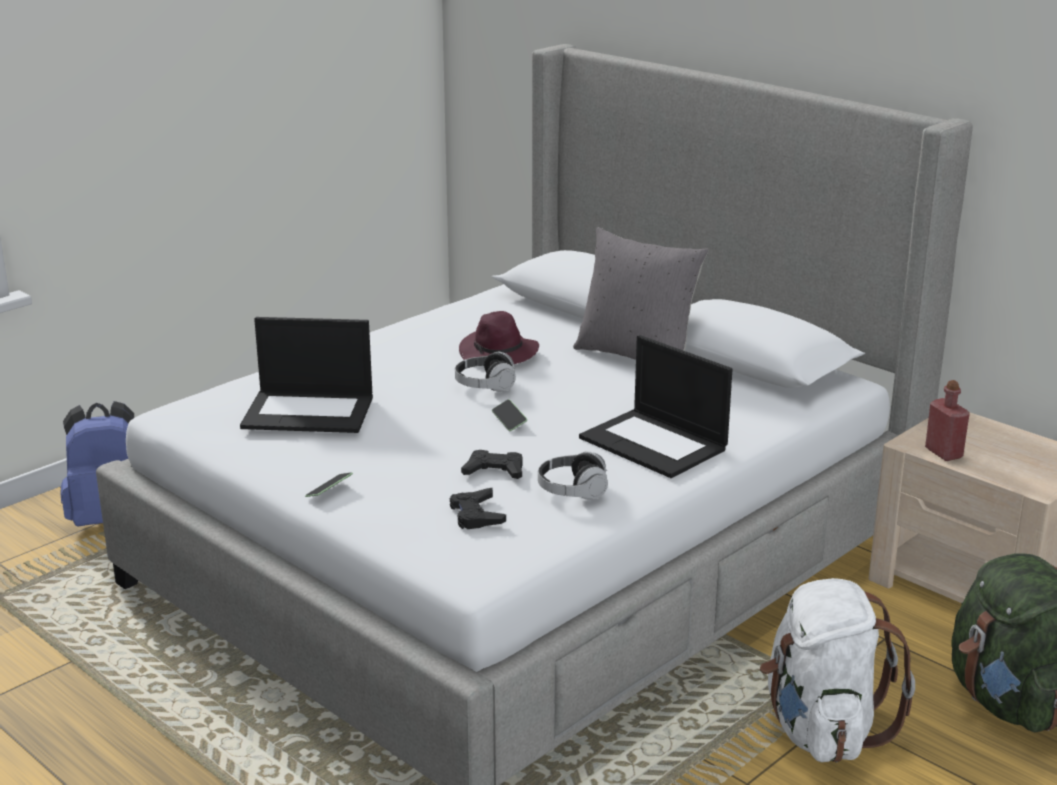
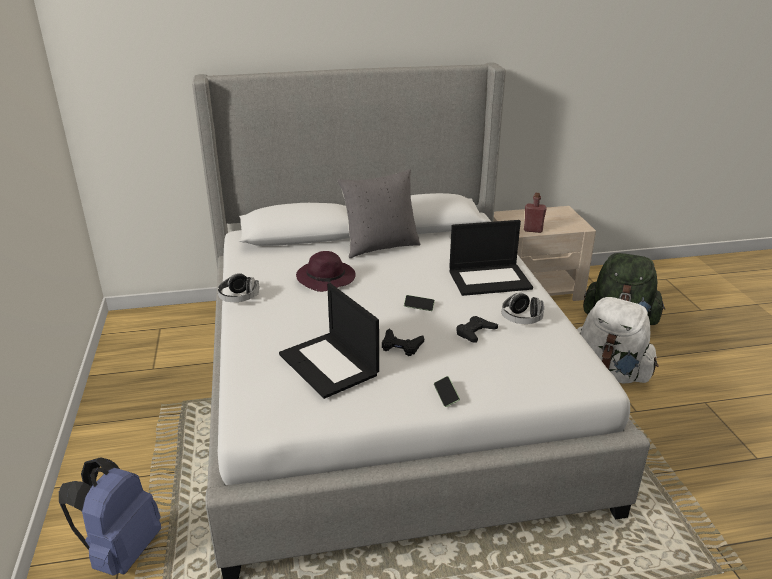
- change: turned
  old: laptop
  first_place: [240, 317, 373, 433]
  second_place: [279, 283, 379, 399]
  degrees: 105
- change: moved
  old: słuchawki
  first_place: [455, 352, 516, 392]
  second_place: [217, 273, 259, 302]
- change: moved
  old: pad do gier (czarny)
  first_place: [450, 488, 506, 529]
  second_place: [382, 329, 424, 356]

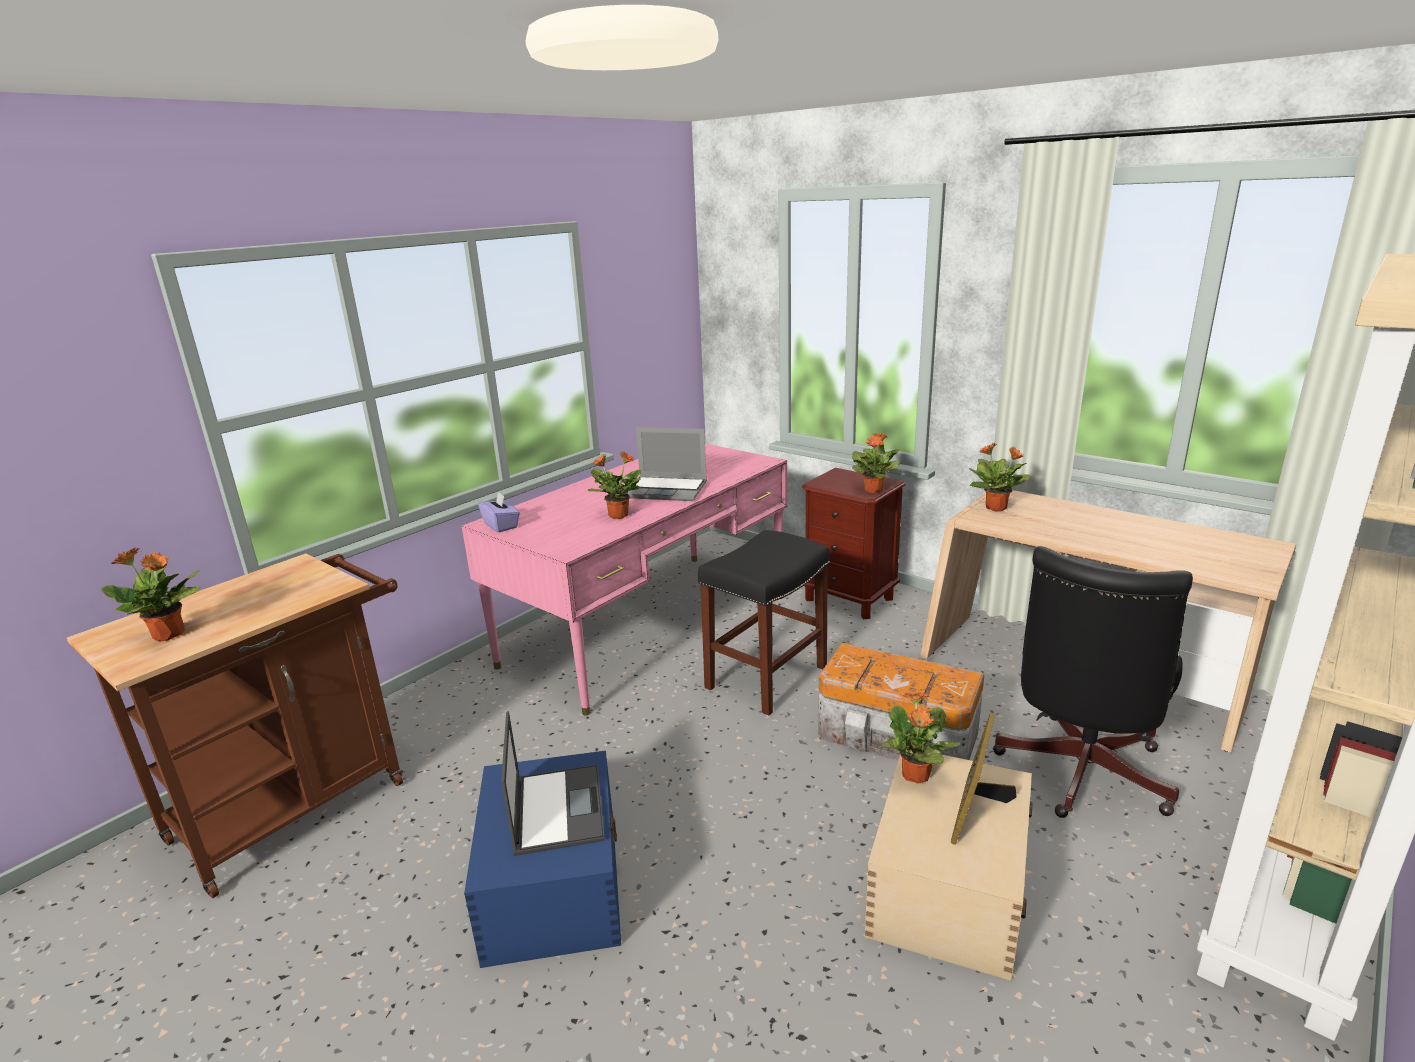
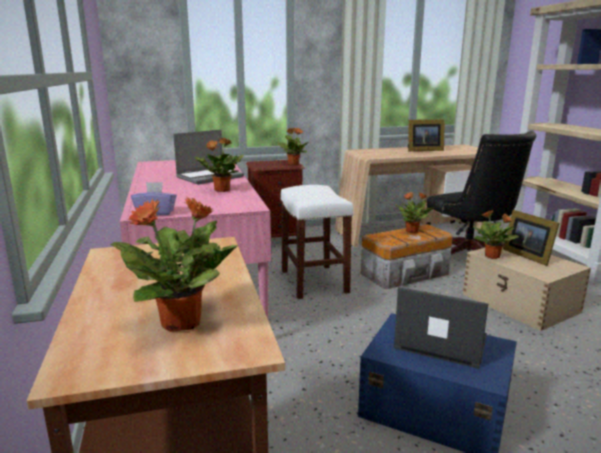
- change: moved
  old: roślina doniczkowa
  first_place: [969, 443, 1032, 512]
  second_place: [395, 192, 435, 233]
- change: recoloured
  old: stołek (czarny)
  new: stołek (biały)
  first_place: [698, 530, 830, 716]
  second_place: [280, 185, 353, 299]
- change: added
  new: ramka na zdjęcie
  second_place: [408, 119, 445, 151]

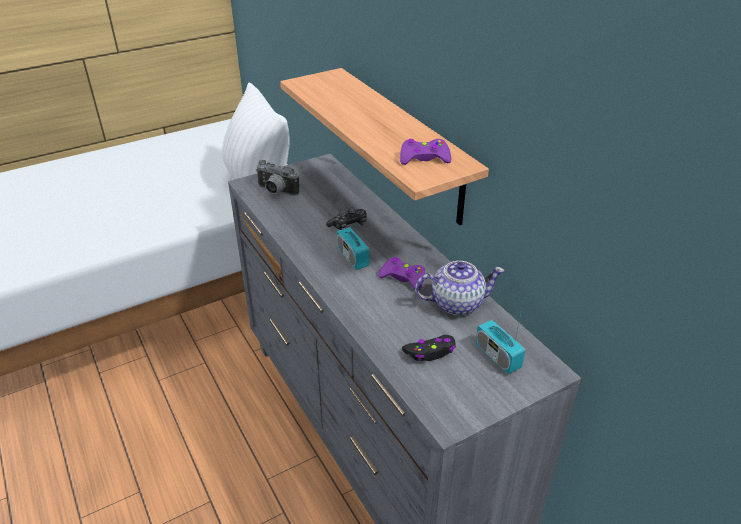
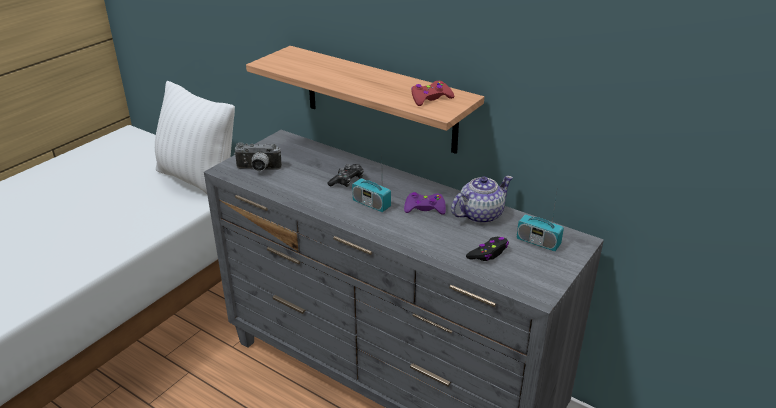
- change: recoloured
  old: pad do gier (fioletowy)
  new: pad do gier (czerwony)
  first_place: [400, 139, 451, 165]
  second_place: [411, 81, 454, 106]

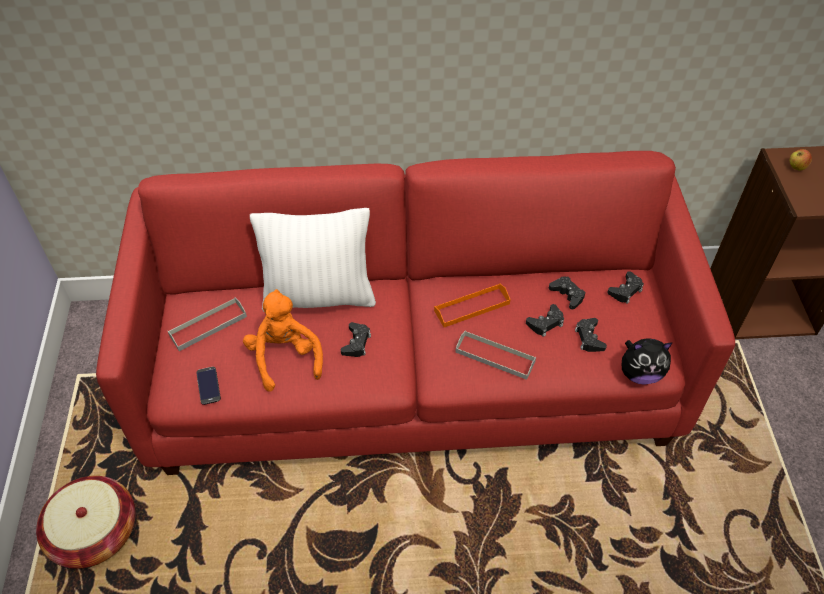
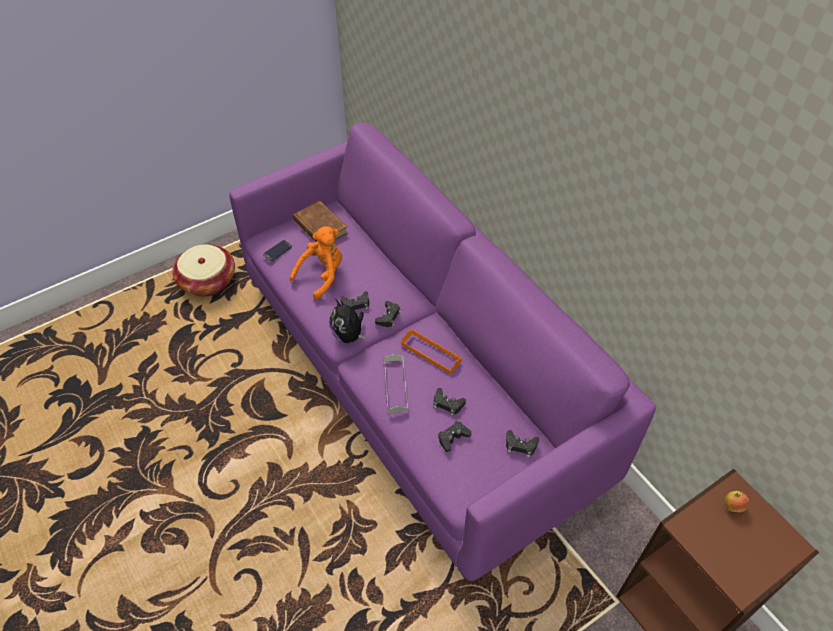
- change: recoloured
  old: kanapa (czerwony)
  new: kanapa (fioletowy)
  first_place: [96, 151, 735, 475]
  second_place: [229, 123, 656, 581]
- change: removed
  old: poduszka (biały)
  first_place: [250, 208, 376, 312]
- change: moved
  old: pad do gier (czarny)
  first_place: [549, 276, 585, 310]
  second_place: [375, 301, 401, 327]
- change: replaced
  old: taca (szary)
  new: książka (brązowy)
  first_place: [168, 297, 247, 351]
  second_place: [293, 200, 348, 242]
- change: moved
  old: pluszak
  first_place: [622, 338, 673, 385]
  second_place: [329, 299, 366, 343]

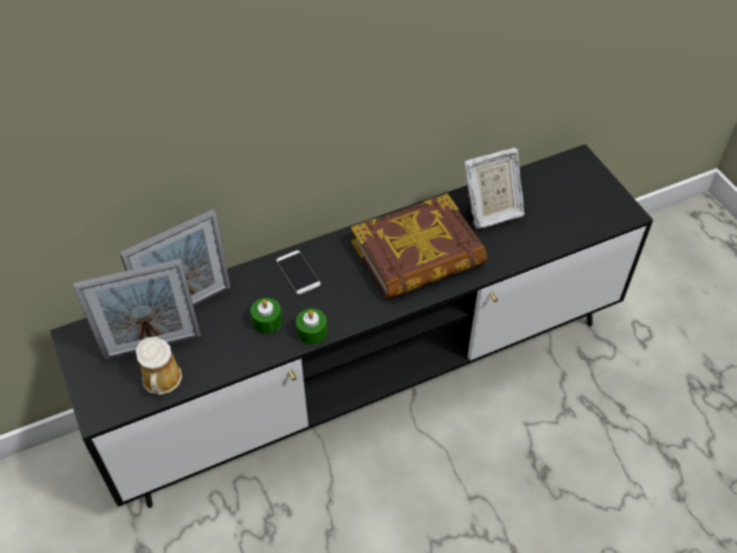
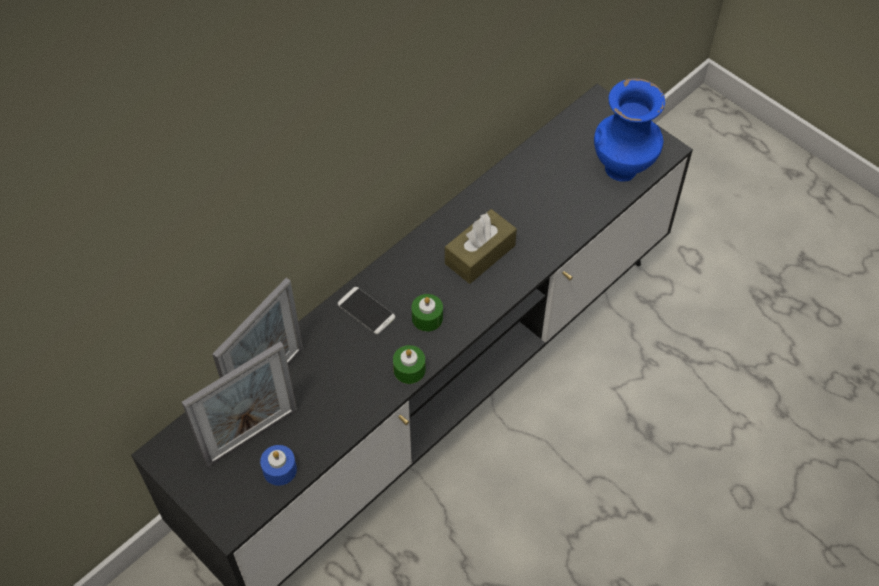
- change: removed
  old: ramka na zdjęcie
  first_place: [464, 147, 525, 229]
- change: replaced
  old: książka
  new: pudełko chusteczek (brązowy)
  first_place: [351, 194, 487, 299]
  second_place: [445, 209, 517, 284]
- change: moved
  old: świeca (zielony)
  first_place: [251, 298, 282, 334]
  second_place: [412, 294, 443, 332]
- change: replaced
  old: kubek
  new: świeca (niebieski)
  first_place: [136, 337, 182, 395]
  second_place: [260, 445, 297, 486]
- change: added
  new: wazon (niebieski)
  second_place: [594, 78, 665, 182]

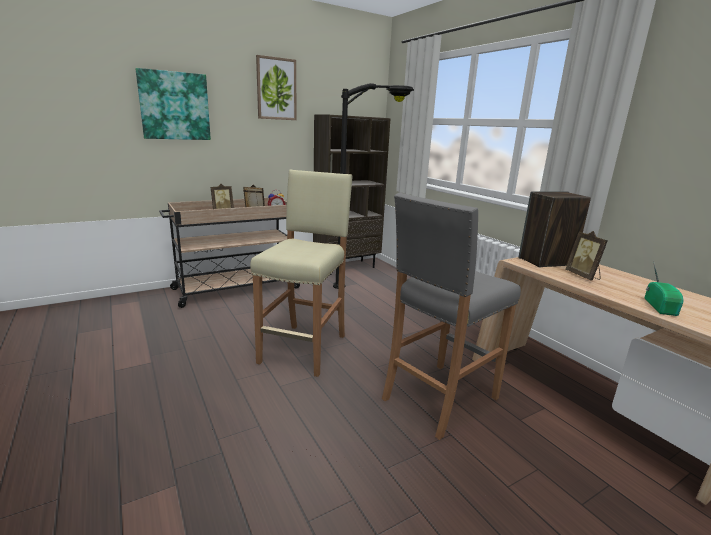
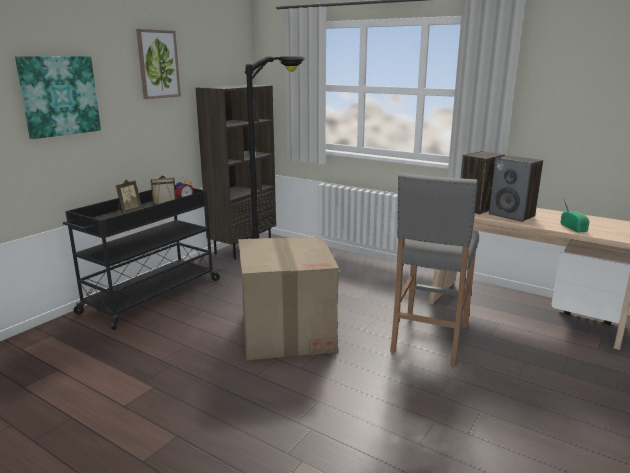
- change: replaced
  old: stołek (beżowy)
  new: karton
  first_place: [250, 170, 353, 377]
  second_place: [238, 237, 339, 360]
- change: recoloured
  old: wózek (beżowy)
  new: wózek (czarny)
  first_place: [159, 198, 300, 308]
  second_place: [63, 185, 221, 330]
- change: replaced
  old: ramka na zdjęcie
  new: głośnik
  first_place: [566, 231, 608, 281]
  second_place: [489, 155, 543, 222]

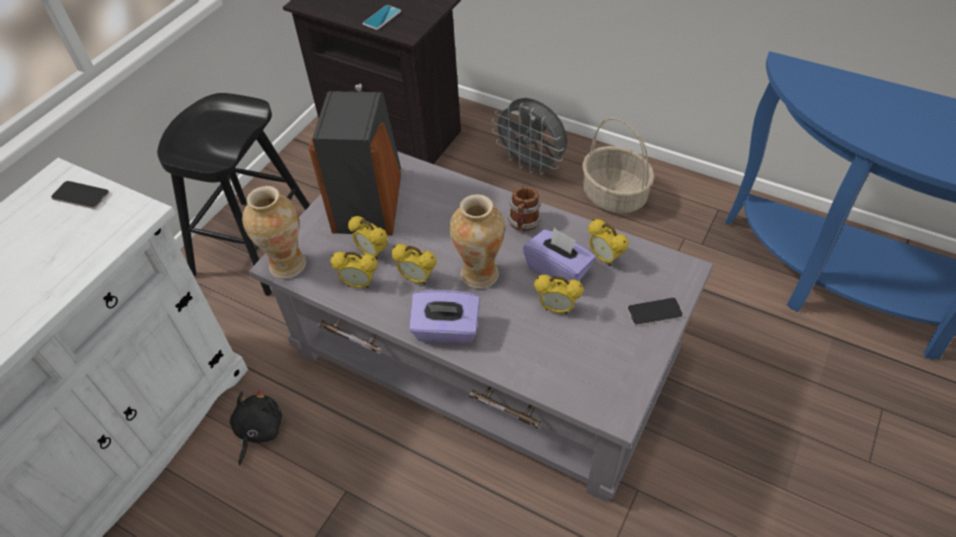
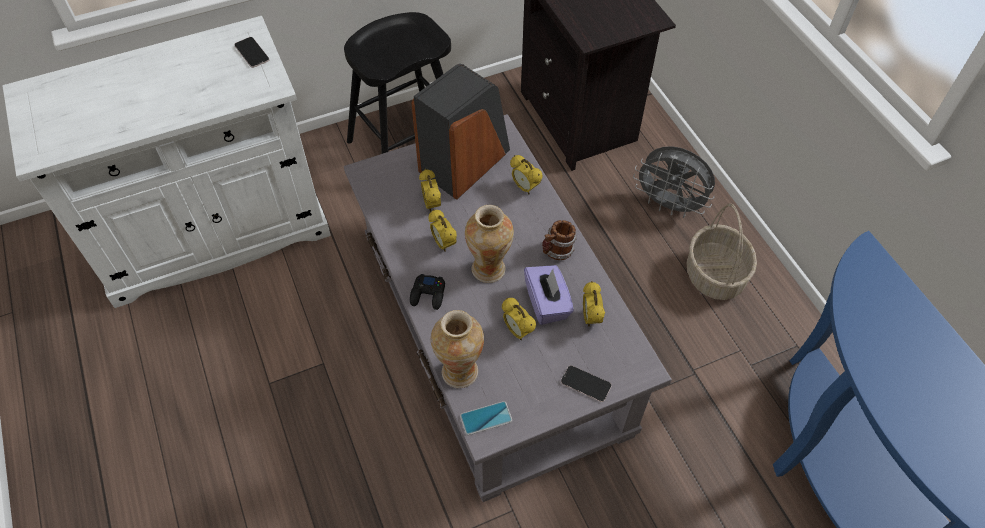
- change: moved
  old: telefon
  first_place: [363, 5, 401, 30]
  second_place: [460, 401, 512, 435]
- change: turned
  old: wentylator (szary)
  first_place: [492, 98, 568, 175]
  second_place: [633, 146, 715, 218]
  degrees: -45
- change: moved
  old: wazon
  first_place: [242, 186, 306, 279]
  second_place: [431, 310, 484, 388]
- change: moved
  old: budzik
  first_place: [331, 252, 378, 289]
  second_place: [510, 155, 543, 194]
- change: replaced
  old: pudełko chusteczek (fioletowy)
  new: pad do gier (czarny)
  first_place: [409, 290, 480, 344]
  second_place: [410, 274, 445, 310]
- change: removed
  old: pluszak (czarny)
  first_place: [230, 388, 282, 465]

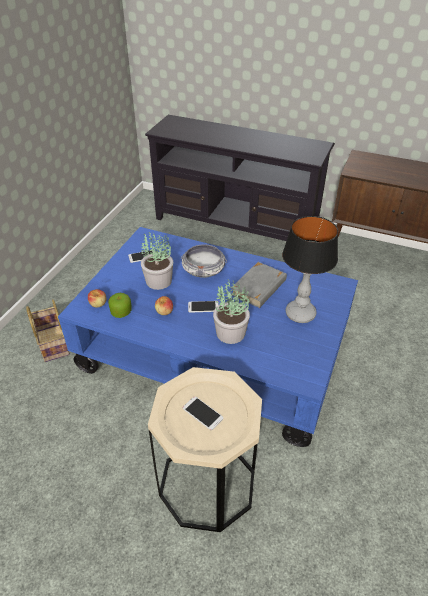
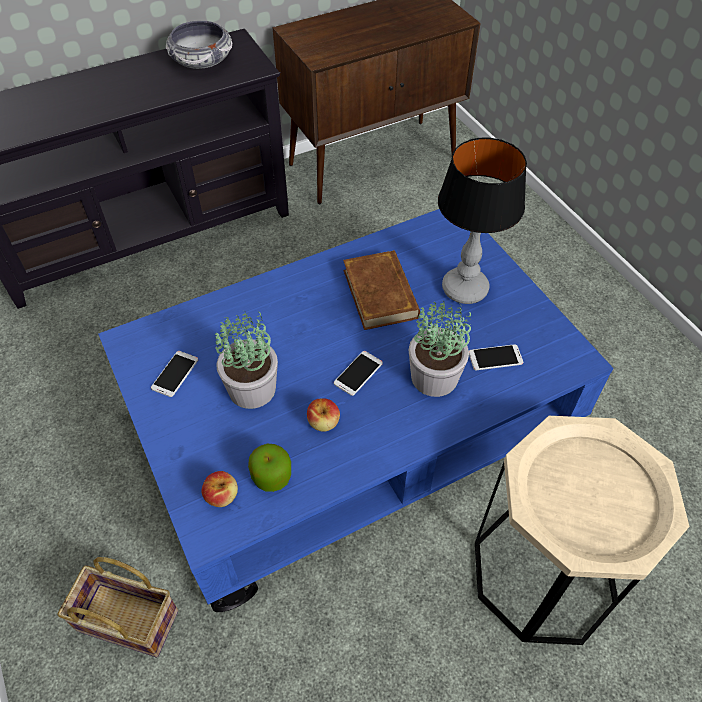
- change: moved
  old: miska
  first_place: [181, 244, 227, 278]
  second_place: [166, 20, 232, 69]
- change: recoloured
  old: książka (szary)
  new: książka (brązowy)
  first_place: [231, 262, 287, 308]
  second_place: [343, 250, 420, 330]
- change: moved
  old: telefon
  first_place: [183, 396, 223, 430]
  second_place: [469, 344, 523, 370]

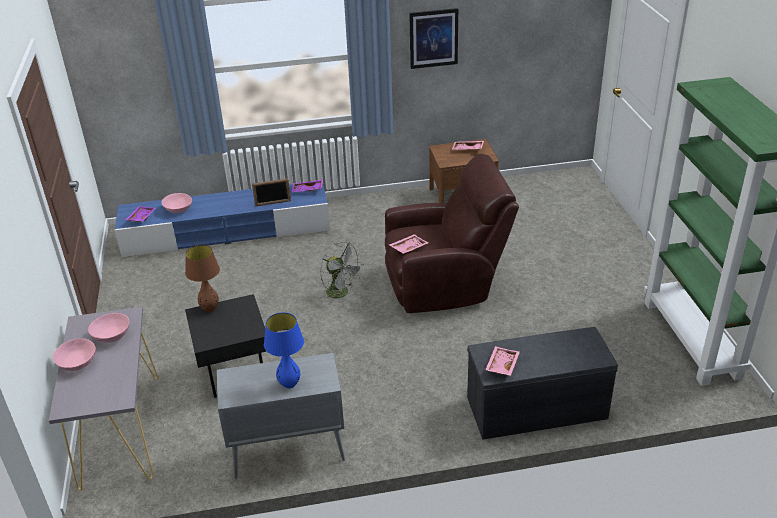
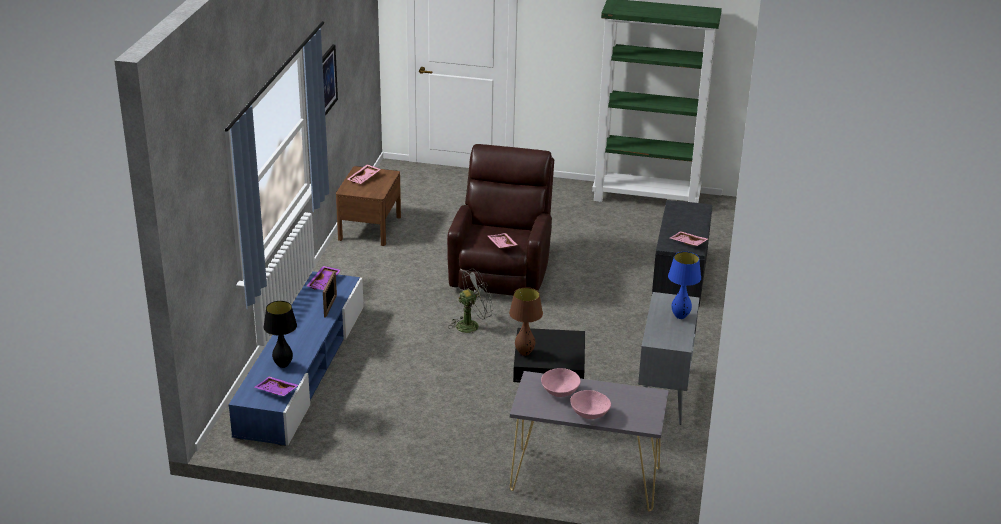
- change: replaced
  old: miska (różowy)
  new: lampa stołowa (czarny)
  first_place: [161, 193, 192, 213]
  second_place: [263, 301, 297, 368]

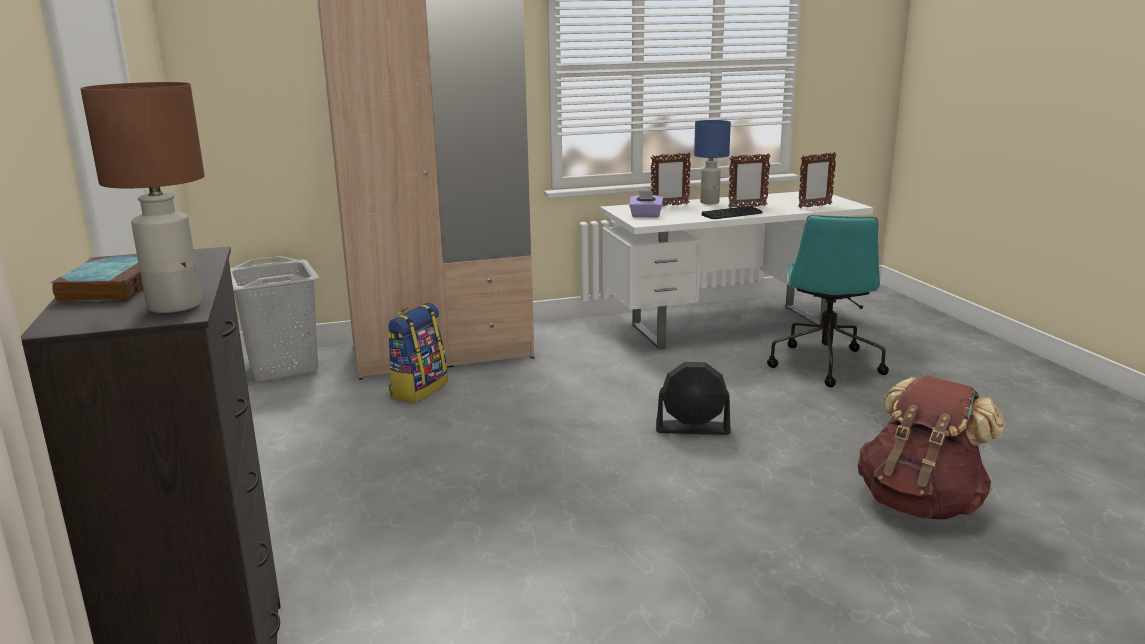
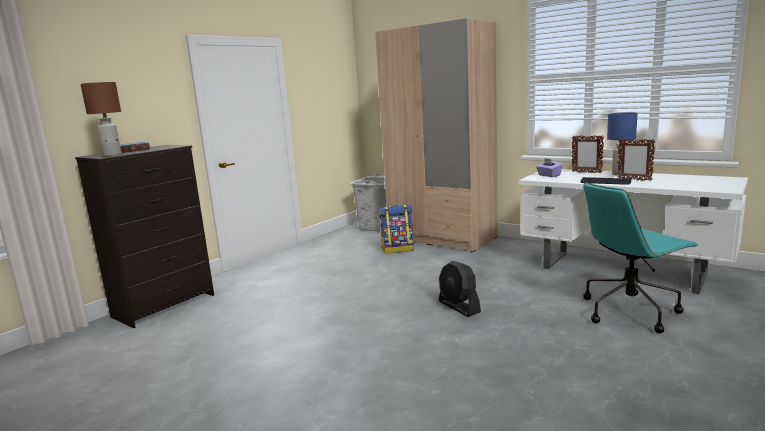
- change: removed
  old: ramka na zdjęcie
  first_place: [798, 152, 837, 208]
- change: removed
  old: plecak (brązowy)
  first_place: [858, 375, 1006, 520]

